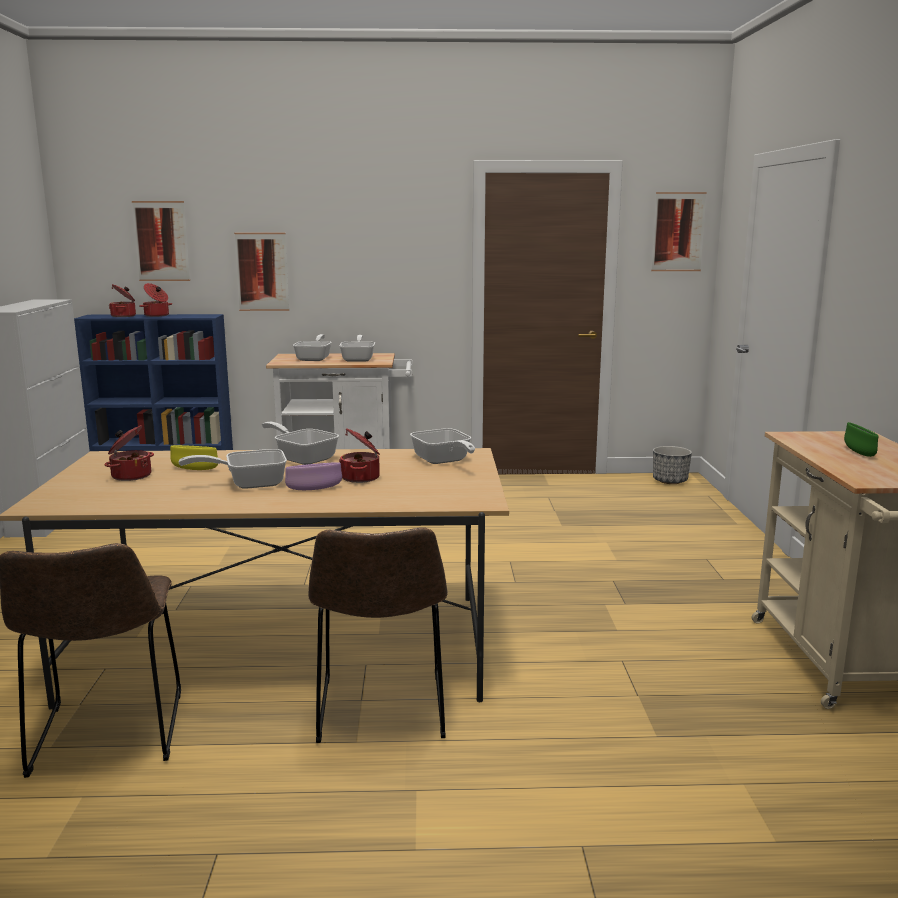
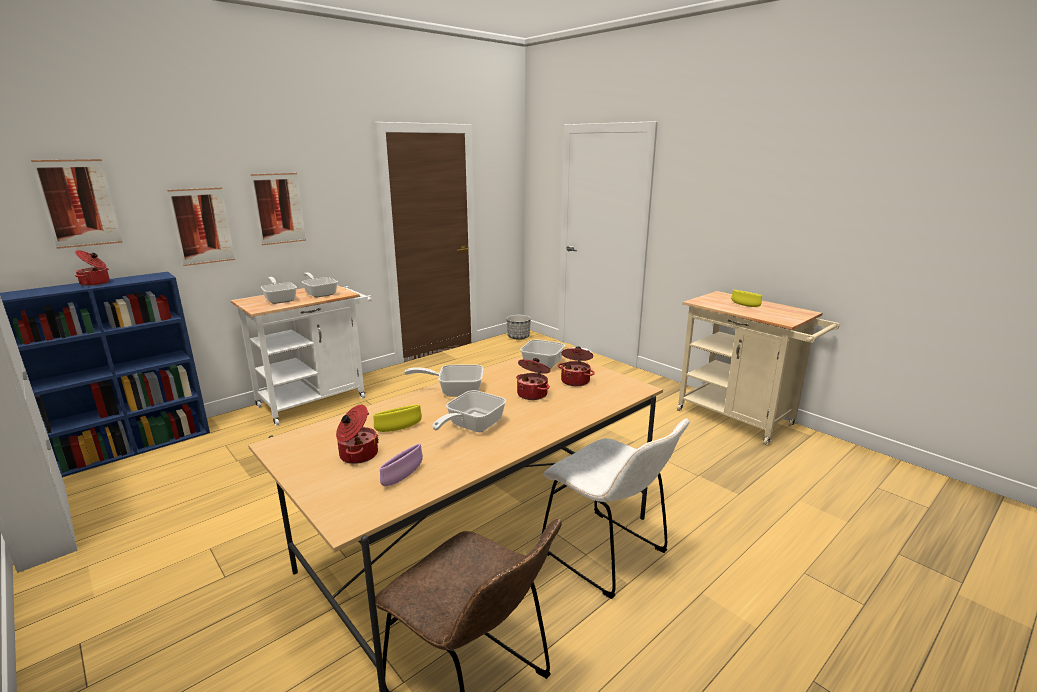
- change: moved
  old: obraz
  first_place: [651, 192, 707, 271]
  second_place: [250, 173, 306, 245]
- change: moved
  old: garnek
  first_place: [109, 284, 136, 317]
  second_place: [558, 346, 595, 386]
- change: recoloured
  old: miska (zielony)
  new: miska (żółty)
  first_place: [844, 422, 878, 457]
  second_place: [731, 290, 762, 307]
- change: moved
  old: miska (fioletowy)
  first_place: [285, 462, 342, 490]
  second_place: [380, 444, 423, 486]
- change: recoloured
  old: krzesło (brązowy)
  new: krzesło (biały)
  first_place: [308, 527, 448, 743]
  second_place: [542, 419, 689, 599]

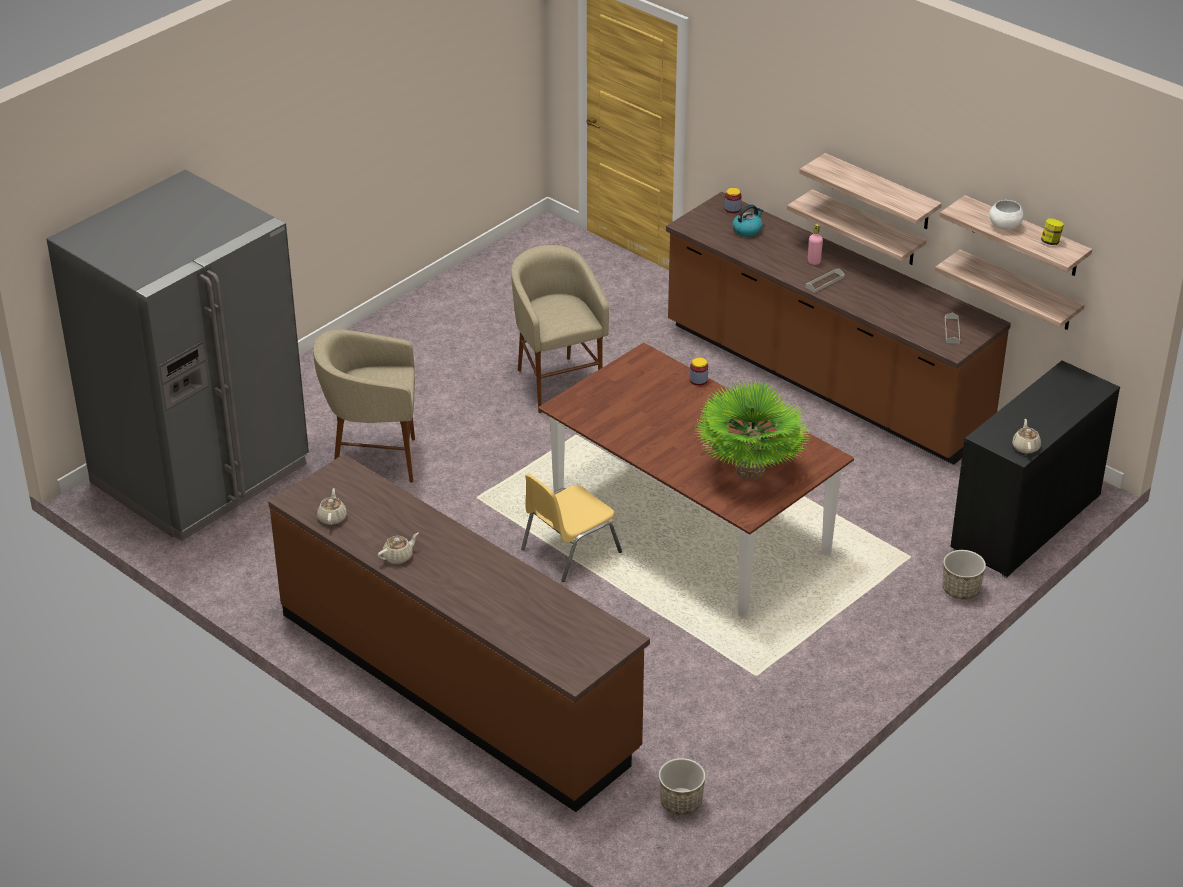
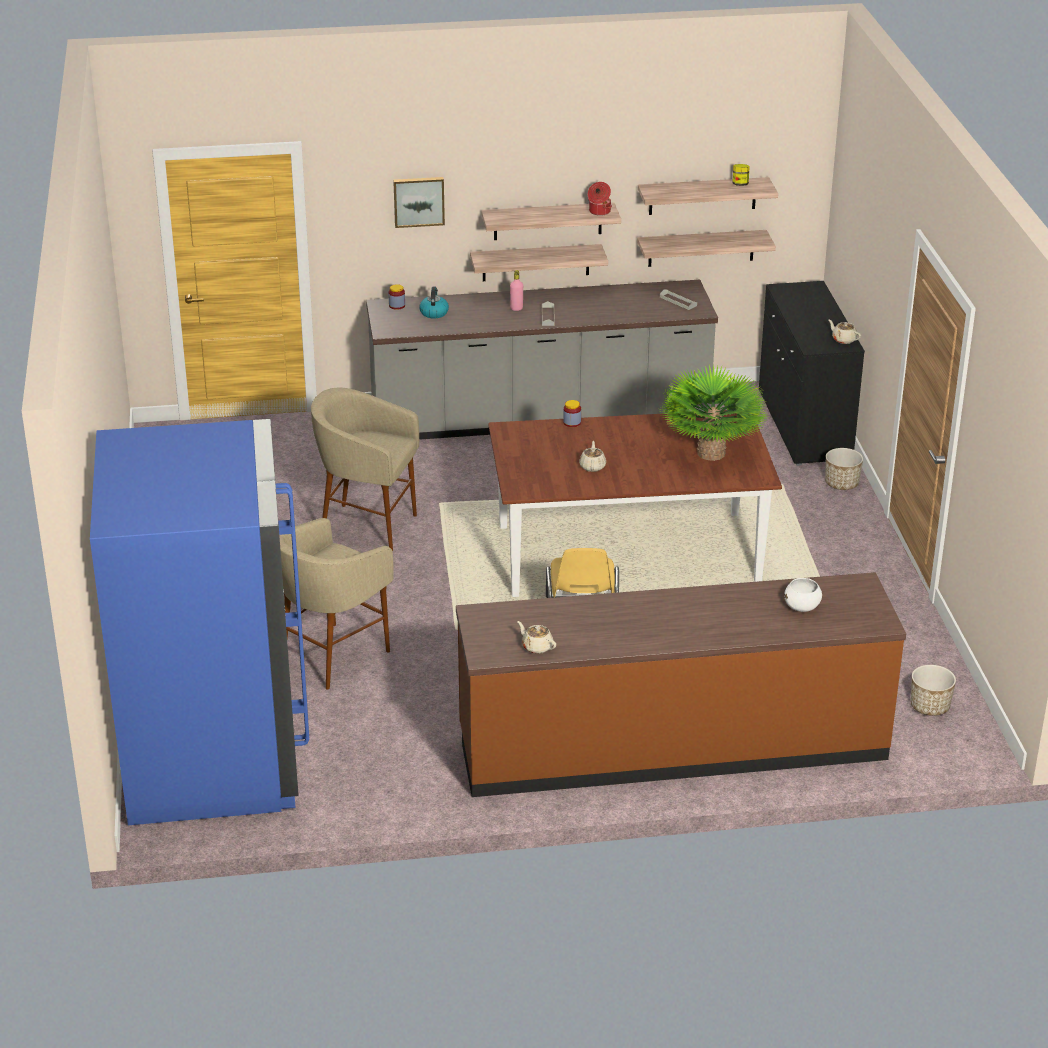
- change: recoloured
  old: lodówka (szary)
  new: lodówka (niebieski)
  first_place: [47, 169, 309, 541]
  second_place: [90, 419, 309, 825]
- change: recoloured
  old: zabudowa kuchenna (brązowy)
  new: zabudowa kuchenna (szary)
  first_place: [666, 192, 1011, 465]
  second_place: [366, 280, 718, 440]
- change: moved
  old: miska (biały)
  first_place: [989, 200, 1024, 230]
  second_place: [784, 578, 822, 612]
- change: moved
  old: imbryk (beżowy)
  first_place: [378, 533, 419, 564]
  second_place: [579, 441, 606, 472]
- change: added
  new: obraz
  second_place: [393, 177, 445, 228]
- change: added
  new: garnek
  second_place: [588, 182, 612, 216]

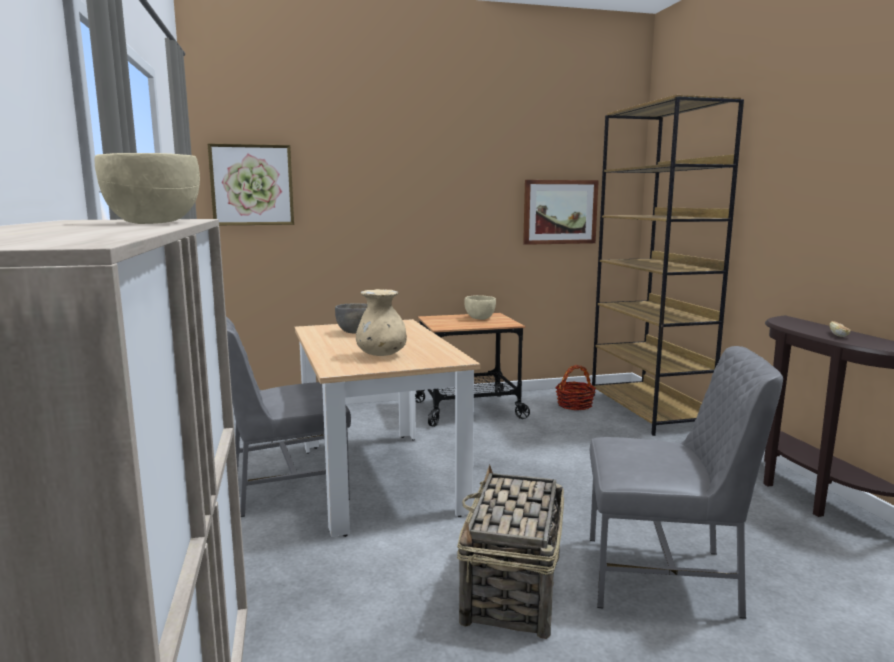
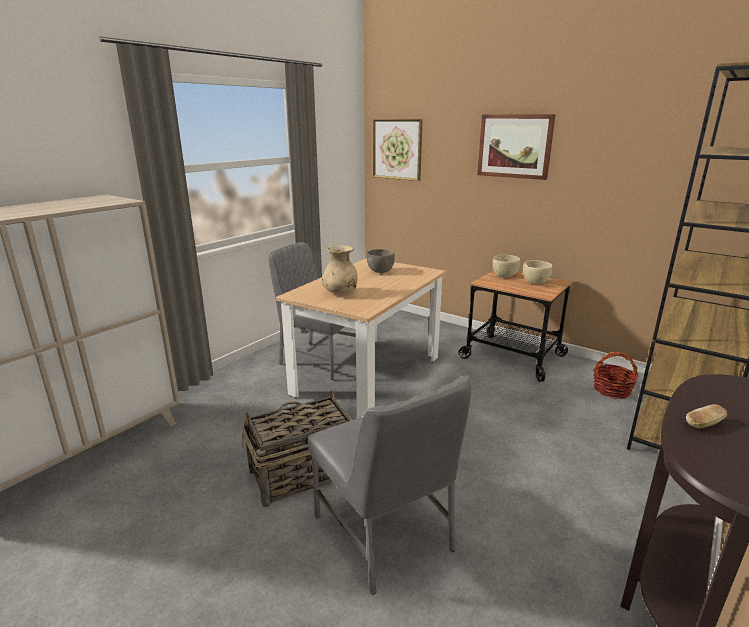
- change: moved
  old: miska (beżowy)
  first_place: [94, 153, 200, 224]
  second_place: [493, 254, 520, 277]
- change: moved
  old: obraz
  first_place: [523, 180, 599, 245]
  second_place: [477, 114, 555, 180]

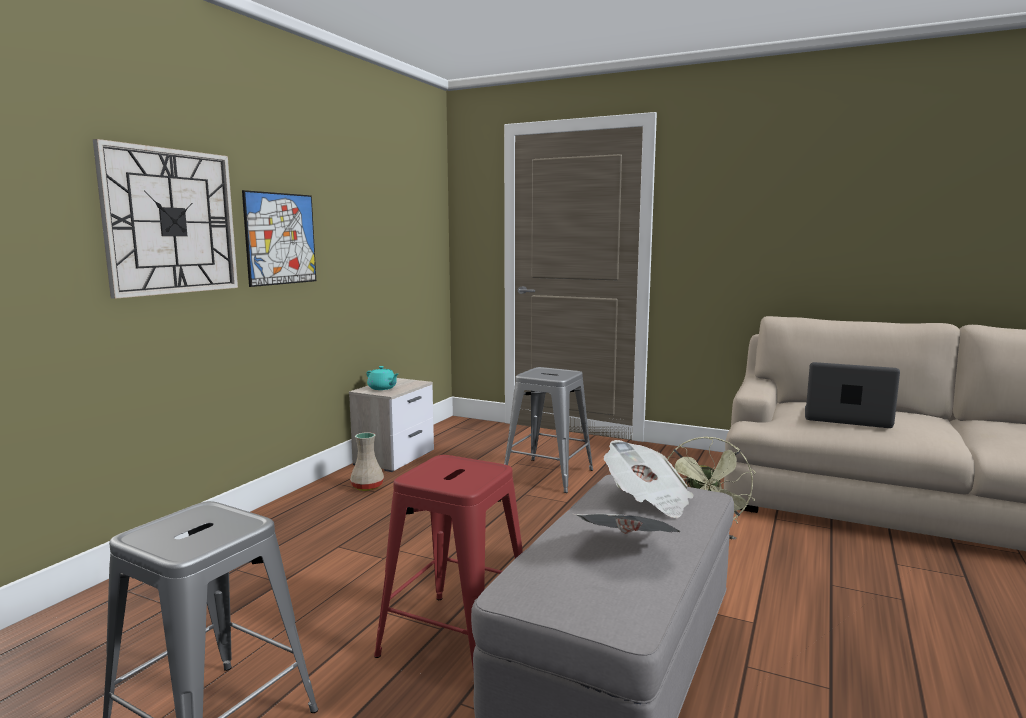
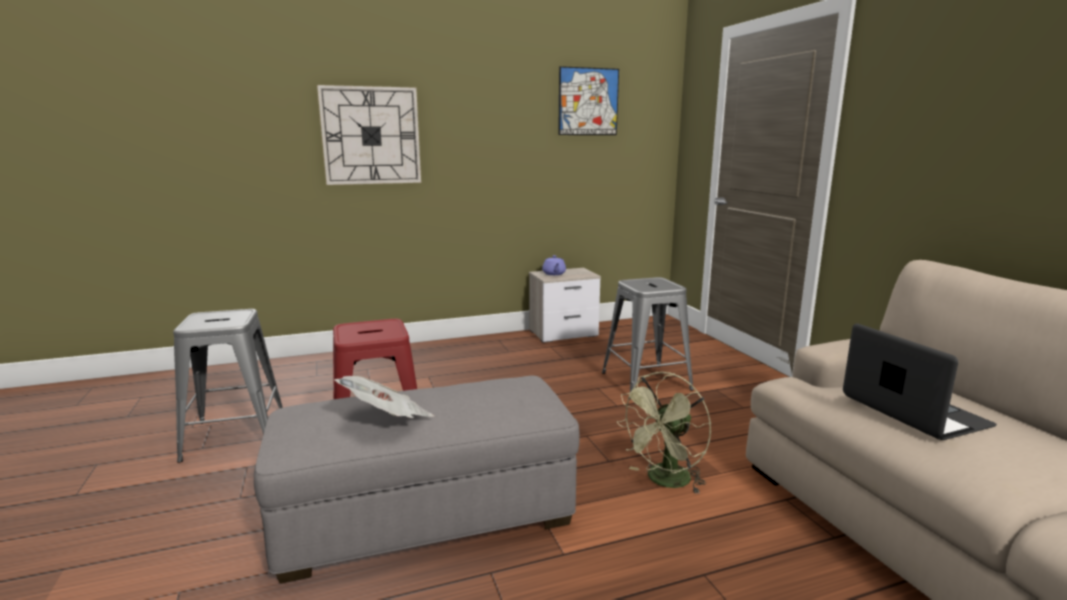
- change: moved
  old: obraz
  first_place: [242, 190, 316, 287]
  second_place: [558, 66, 619, 135]
- change: recoloured
  old: imbryk (turkusowy)
  new: imbryk (fioletowy)
  first_place: [367, 366, 398, 390]
  second_place: [542, 255, 566, 275]
- change: removed
  old: wazon (beżowy)
  first_place: [350, 432, 384, 491]
- change: removed
  old: gazeta
  first_place: [604, 440, 694, 518]

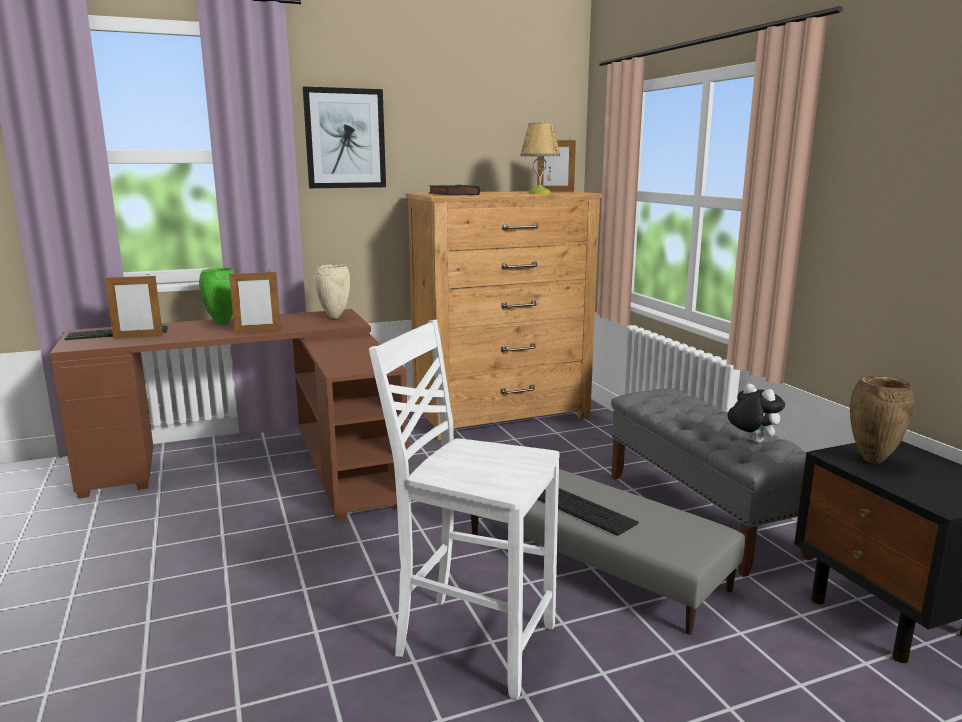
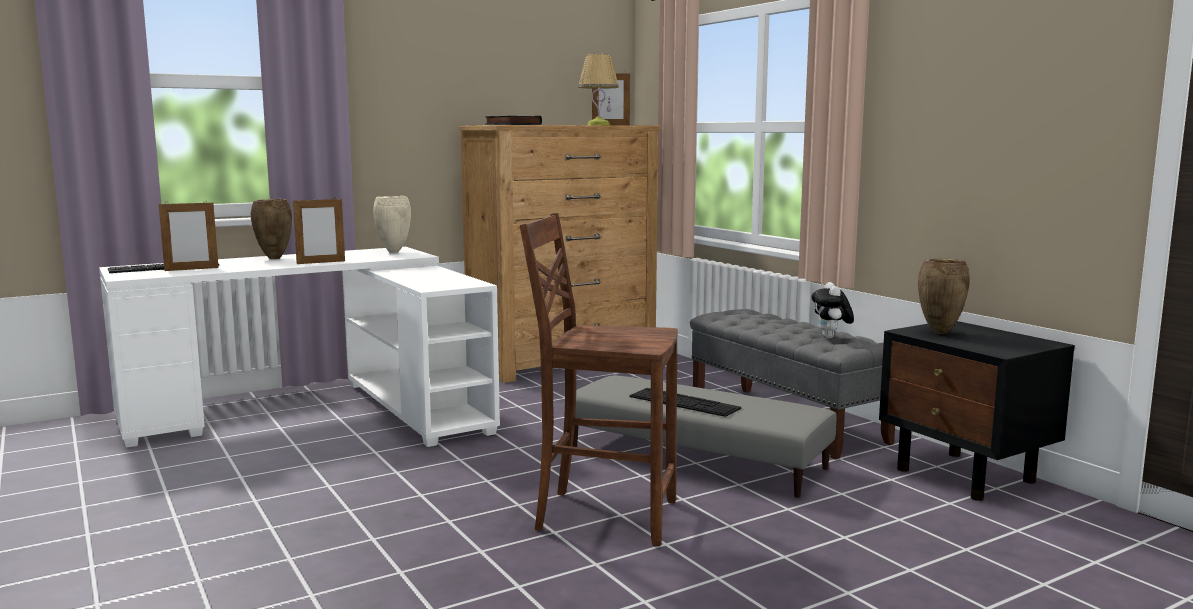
- change: removed
  old: obraz
  first_place: [303, 86, 386, 188]
- change: recoloured
  old: wazon (zielony)
  new: wazon (brązowy)
  first_place: [199, 268, 235, 325]
  second_place: [251, 199, 292, 259]
- change: recoloured
  old: biurko (brązowy)
  new: biurko (biały)
  first_place: [50, 309, 409, 521]
  second_place: [99, 247, 500, 448]
- change: recoloured
  old: krzesło (biały)
  new: krzesło (brązowy)
  first_place: [369, 320, 560, 699]
  second_place: [520, 213, 678, 546]
- change: turned
  old: pluszak
  first_place: [728, 384, 785, 443]
  second_place: [811, 282, 854, 339]
  degrees: -135

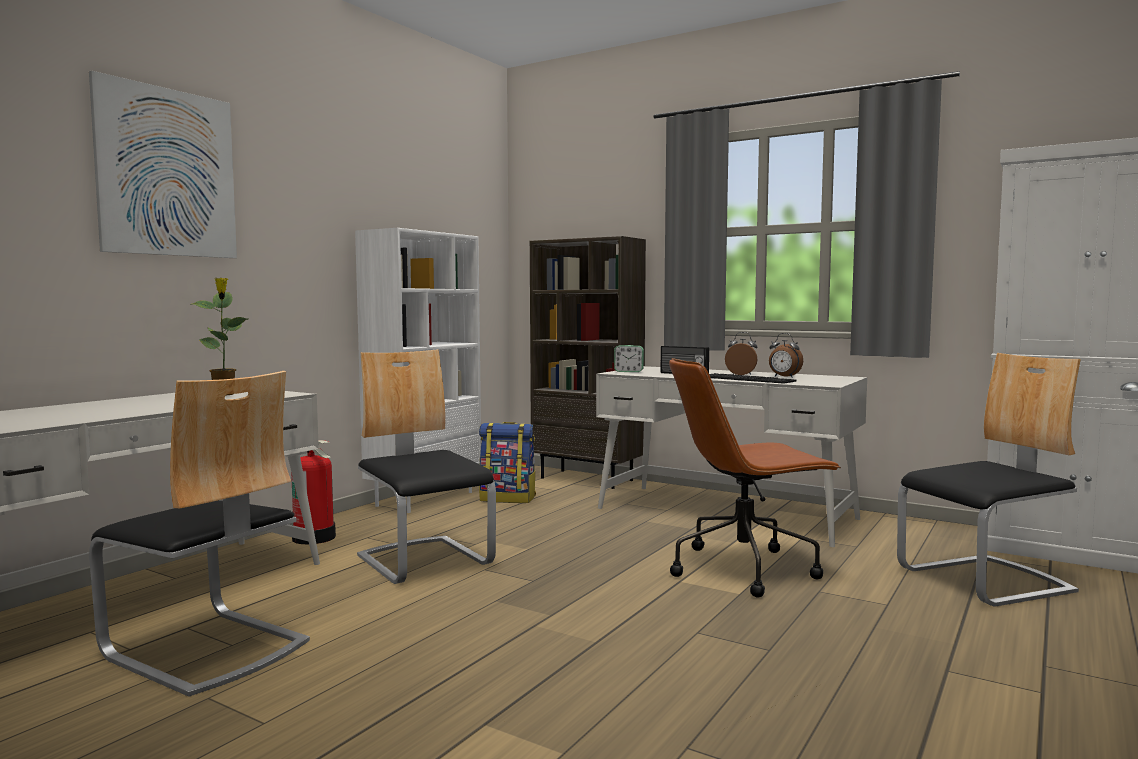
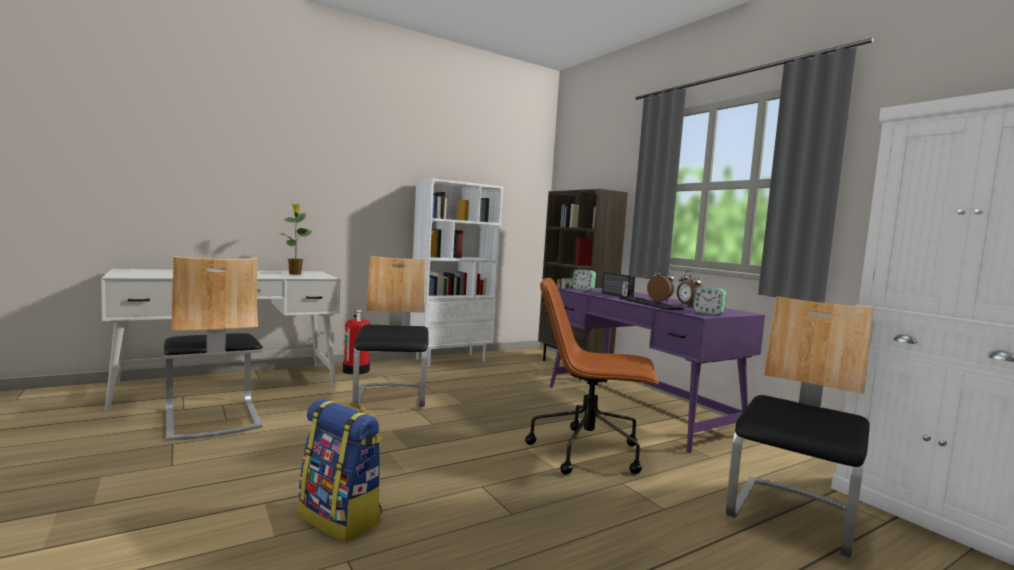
- change: removed
  old: obraz
  first_place: [89, 71, 237, 258]
- change: turned
  old: krzesło
  first_place: [897, 353, 1081, 607]
  second_place: [726, 296, 873, 558]
  degrees: -60
- change: recoloured
  old: biurko (biały)
  new: biurko (fioletowy)
  first_place: [596, 366, 867, 547]
  second_place: [550, 288, 765, 453]
- change: moved
  old: plecak
  first_place: [479, 422, 536, 503]
  second_place: [298, 399, 383, 542]
- change: added
  new: budzik
  second_place: [693, 287, 726, 315]

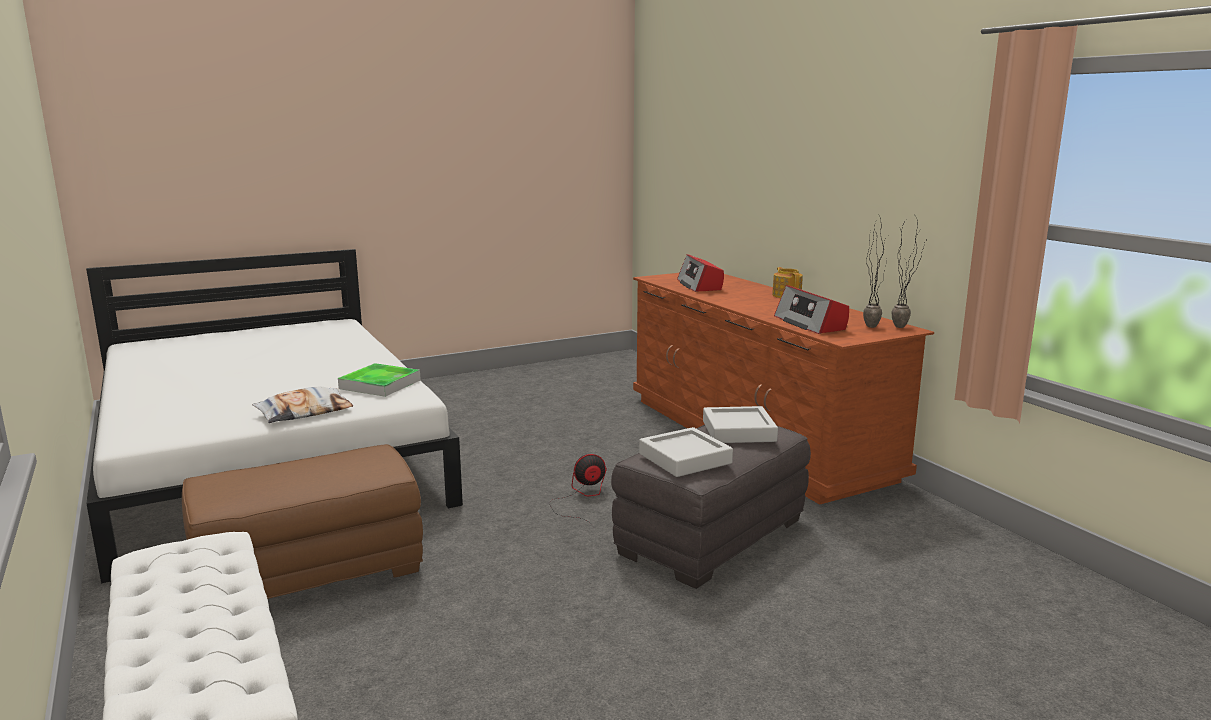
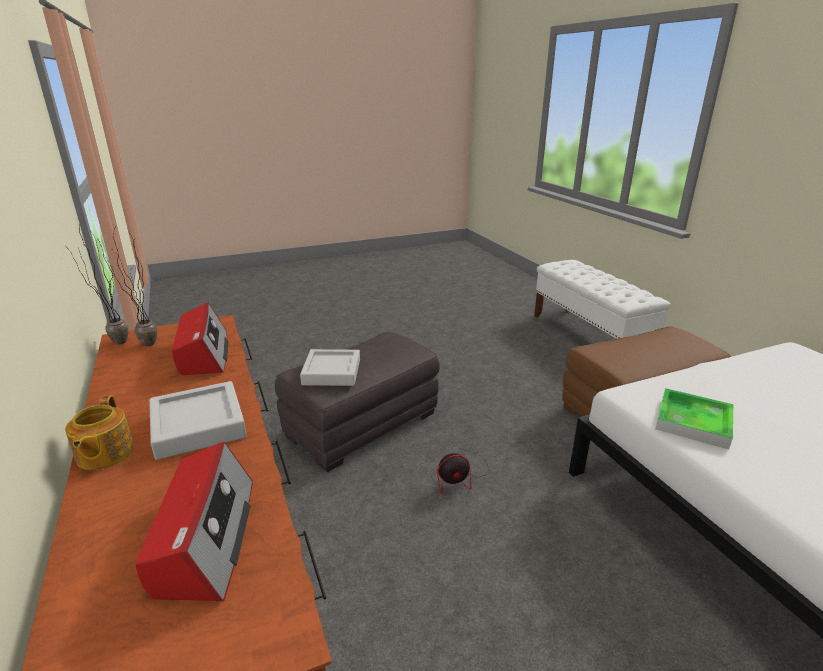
- change: removed
  old: poduszka
  first_place: [252, 386, 354, 423]
- change: moved
  old: taca (szary)
  first_place: [639, 427, 733, 477]
  second_place: [149, 381, 247, 460]

